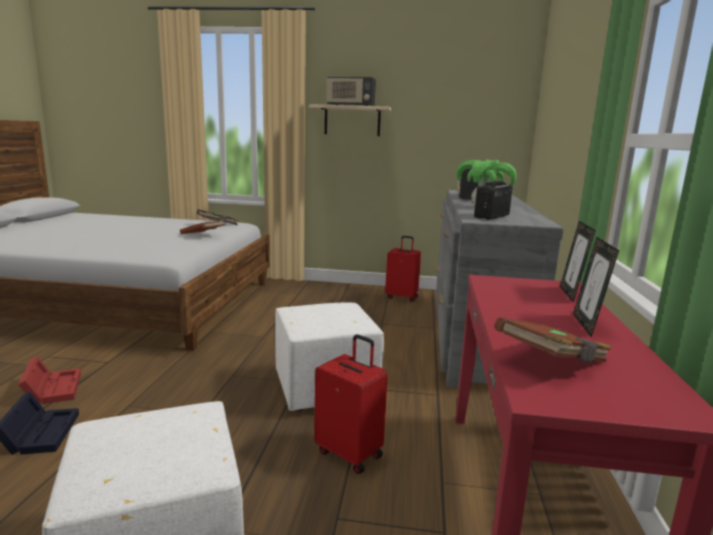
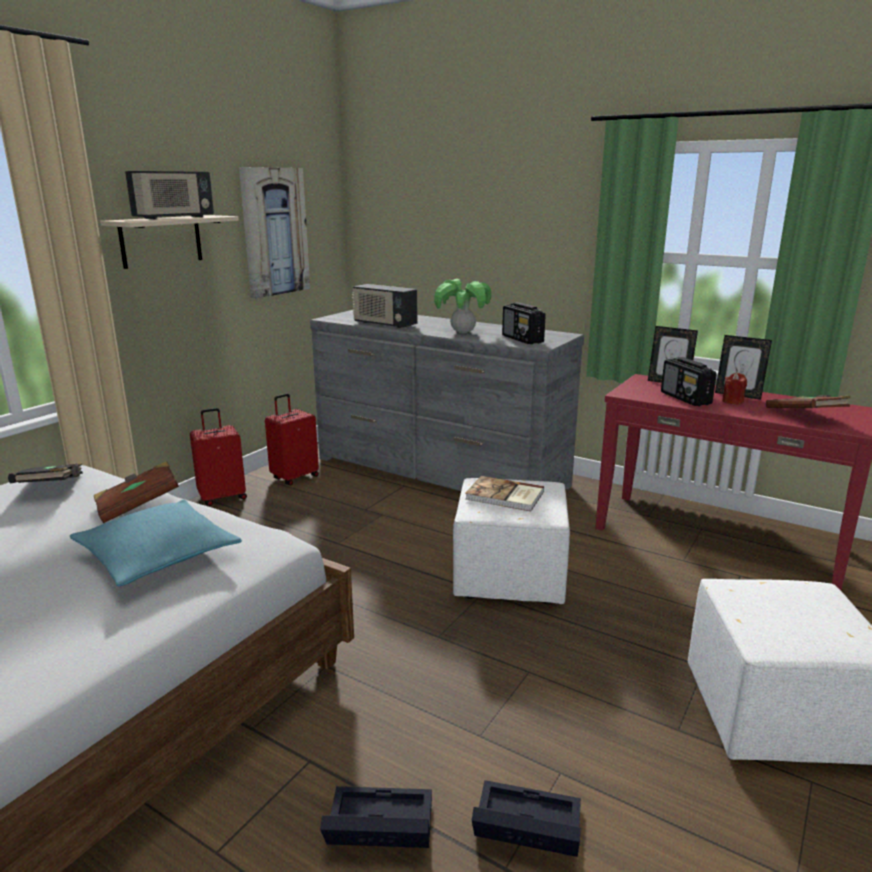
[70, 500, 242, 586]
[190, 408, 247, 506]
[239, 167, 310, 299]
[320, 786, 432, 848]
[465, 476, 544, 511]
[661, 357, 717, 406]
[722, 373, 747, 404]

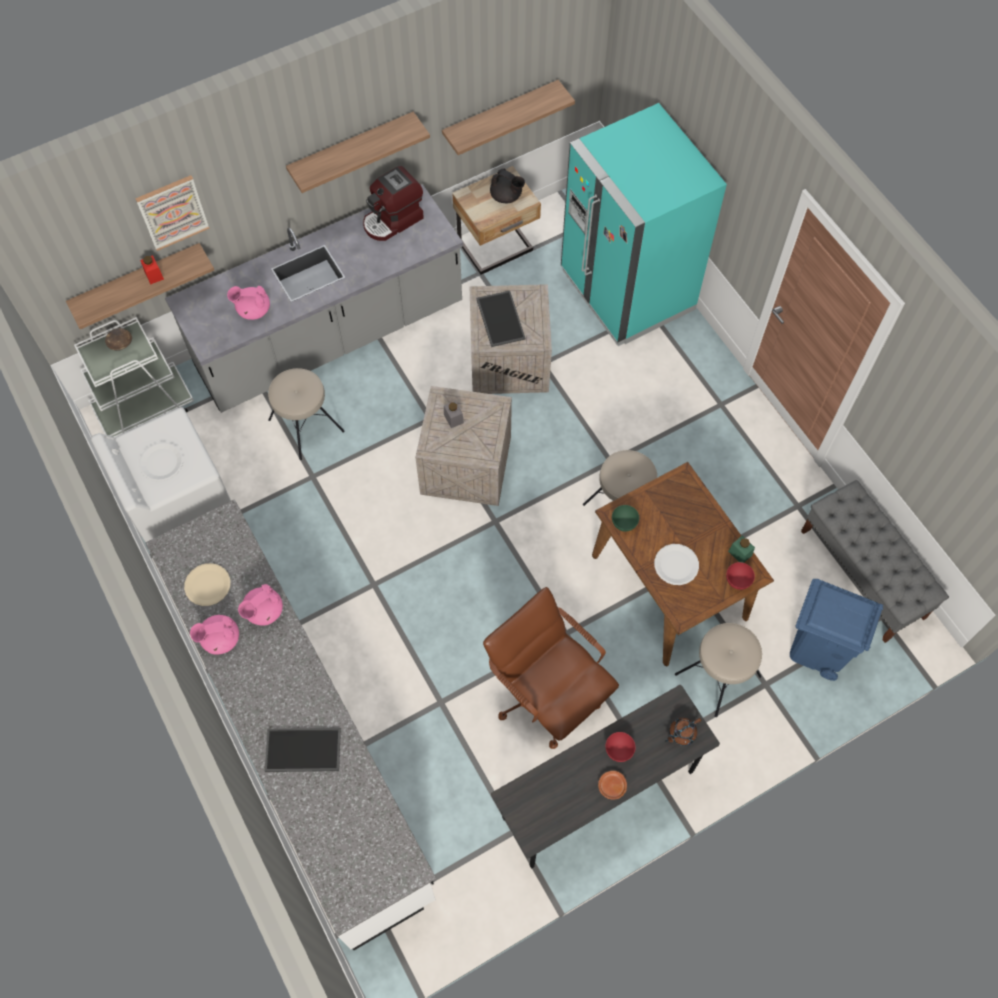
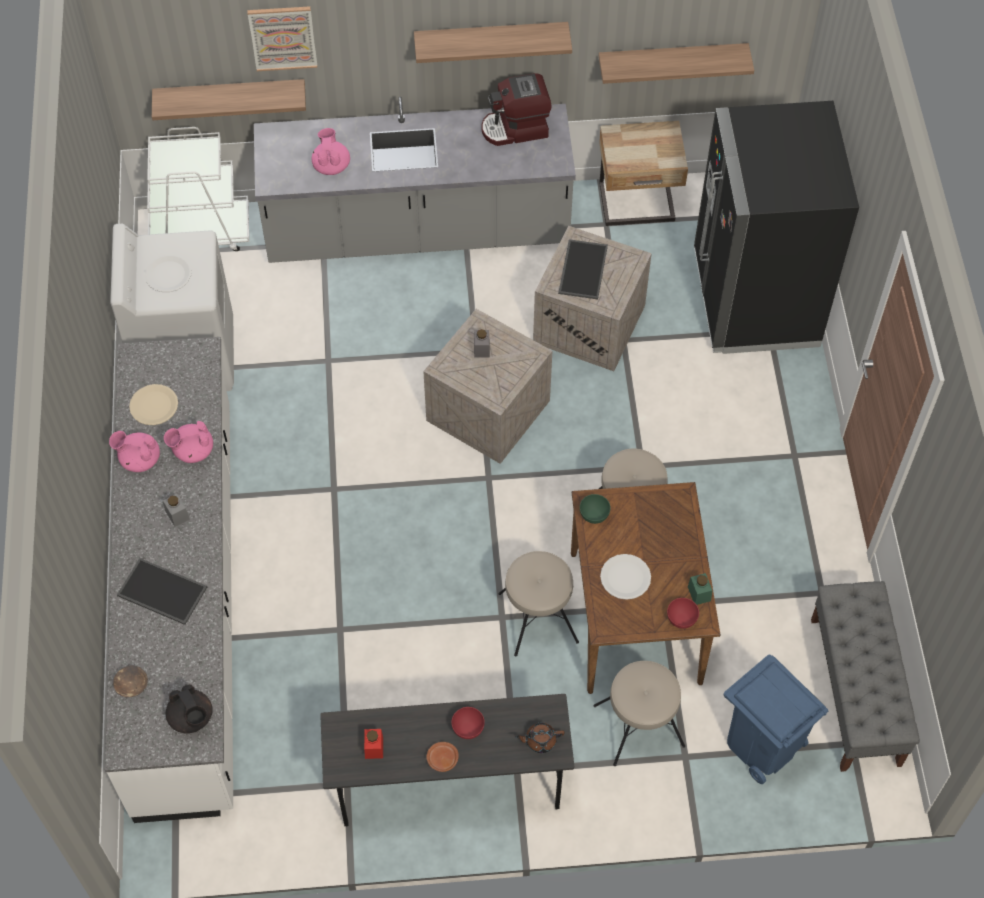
[113, 665, 148, 697]
[163, 494, 190, 527]
[166, 684, 213, 734]
[312, 128, 350, 175]
[364, 729, 383, 759]
[498, 551, 579, 657]
[694, 101, 859, 354]
[483, 587, 619, 749] (first image)

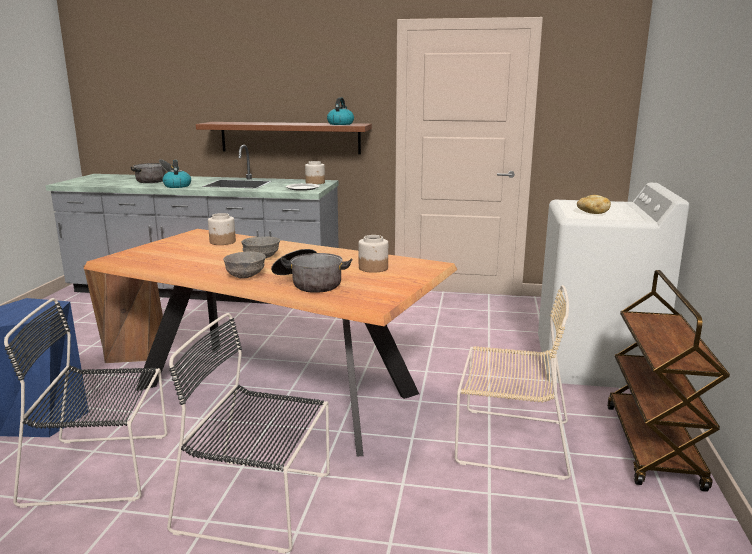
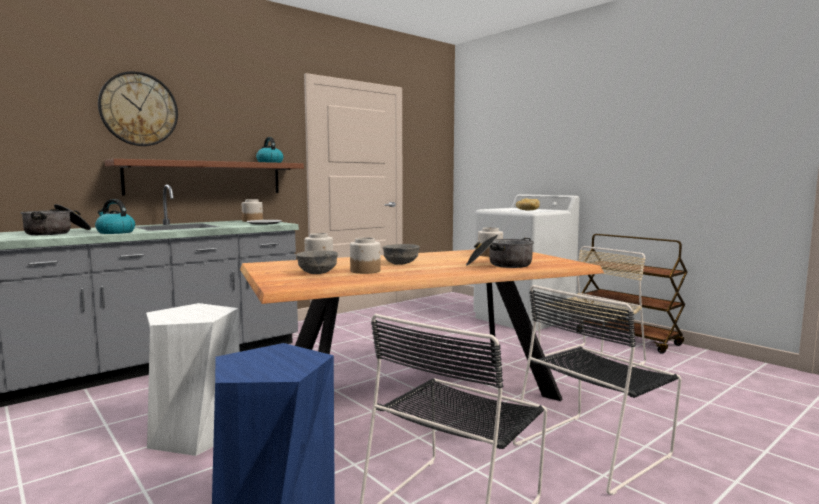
[98, 71, 178, 146]
[146, 303, 240, 456]
[296, 251, 338, 274]
[350, 237, 381, 274]

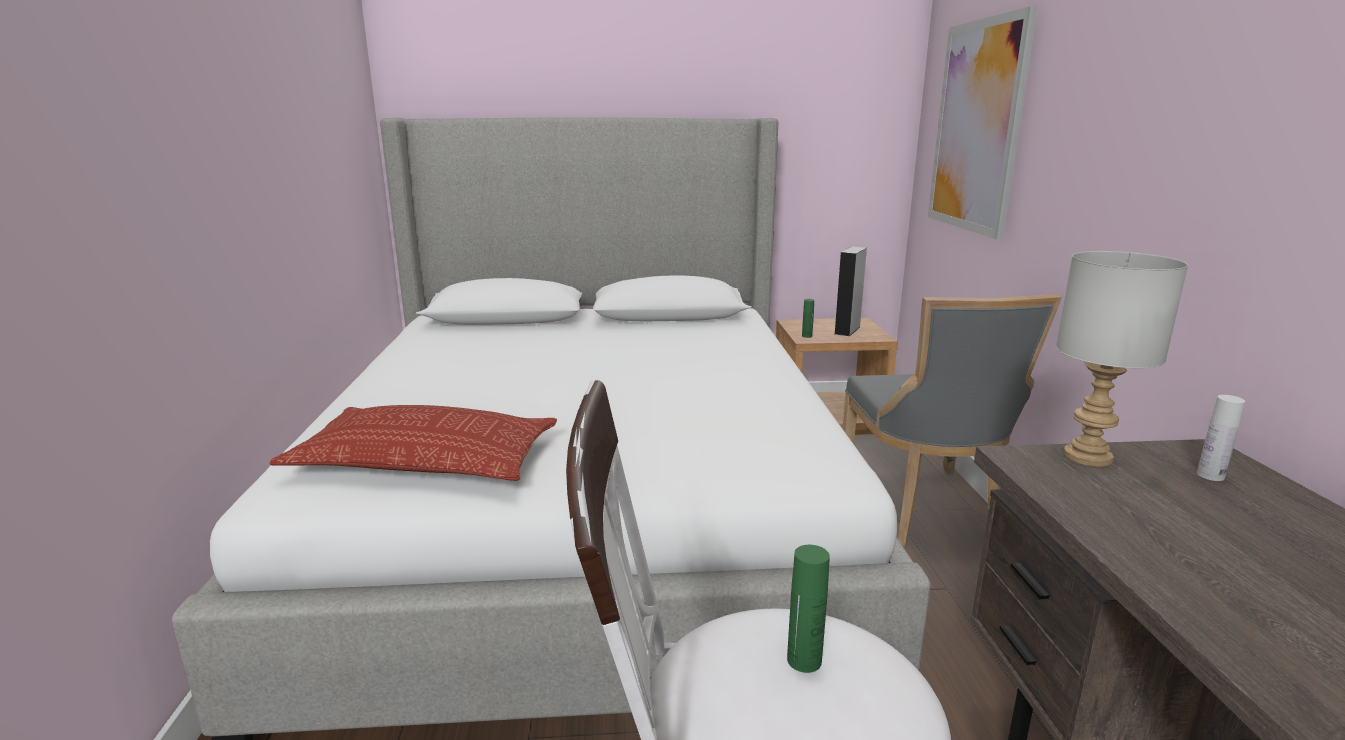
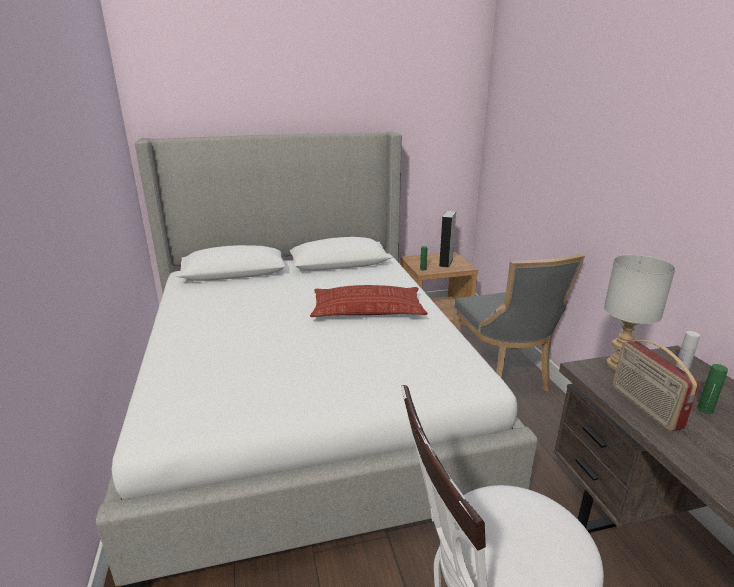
[310, 285, 428, 317]
[613, 340, 699, 431]
[697, 364, 728, 414]
[928, 6, 1038, 240] (first image)

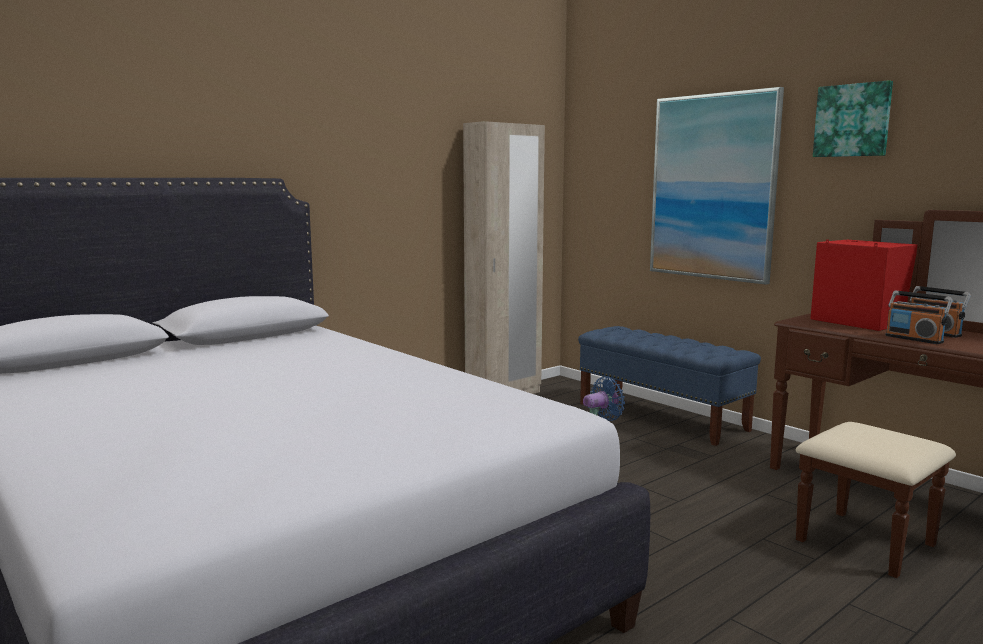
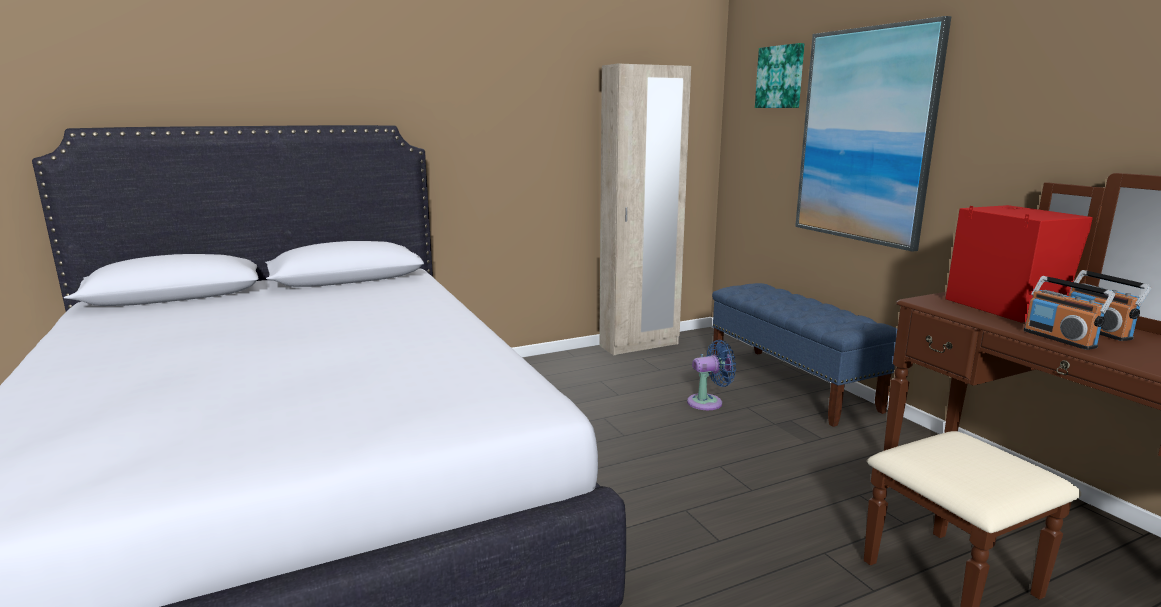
[755, 43, 805, 108]

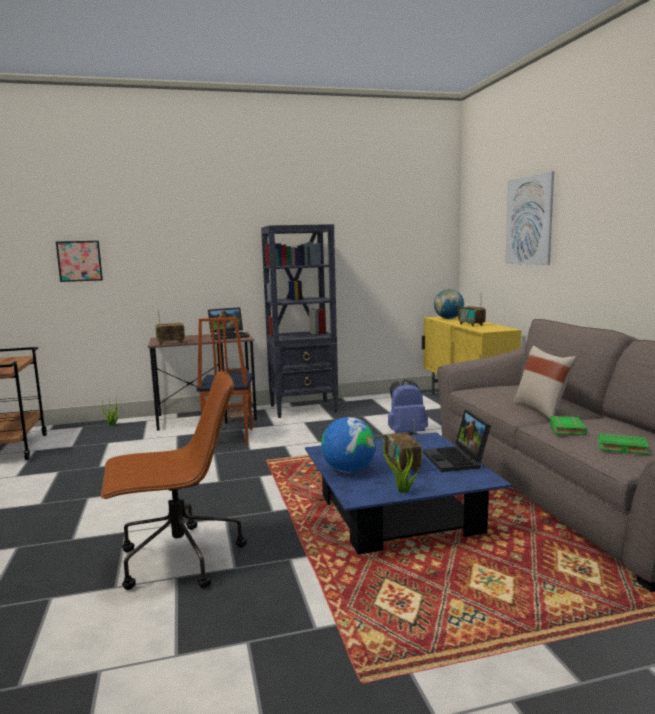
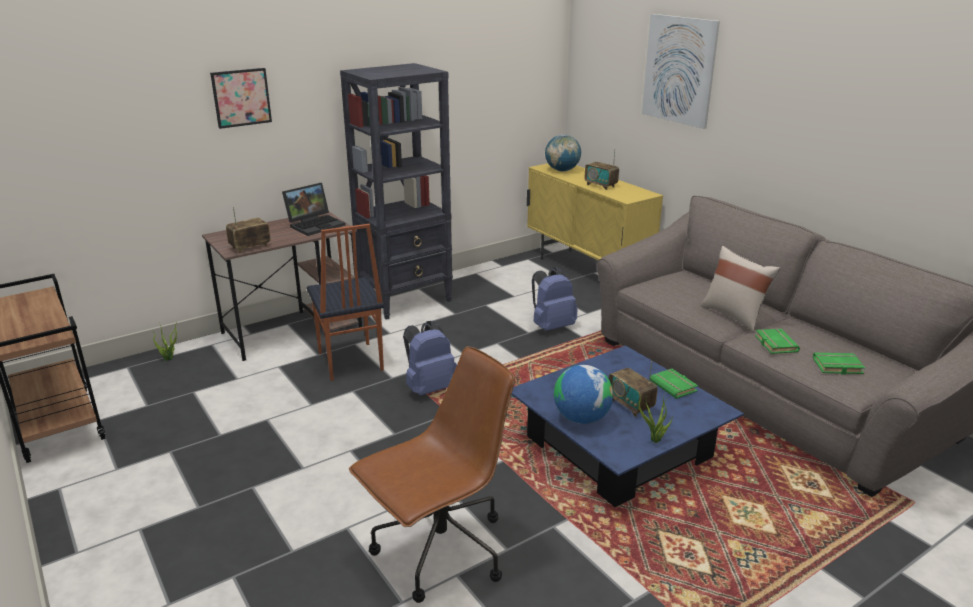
[210, 68, 272, 129]
[403, 321, 457, 396]
[650, 369, 698, 399]

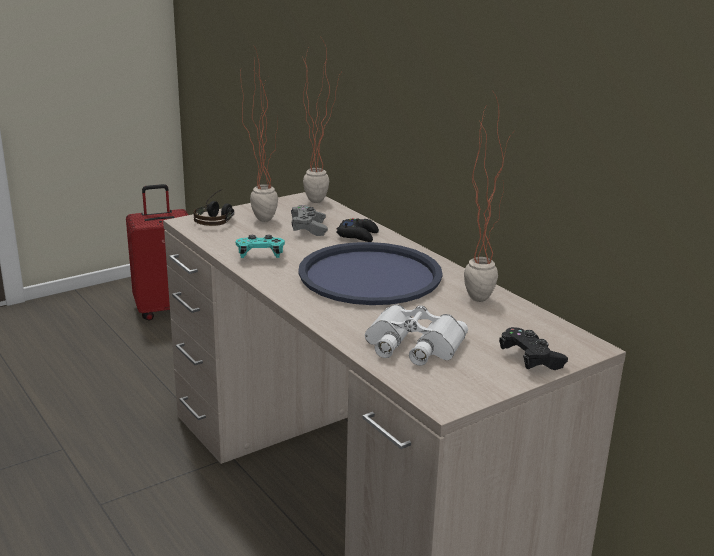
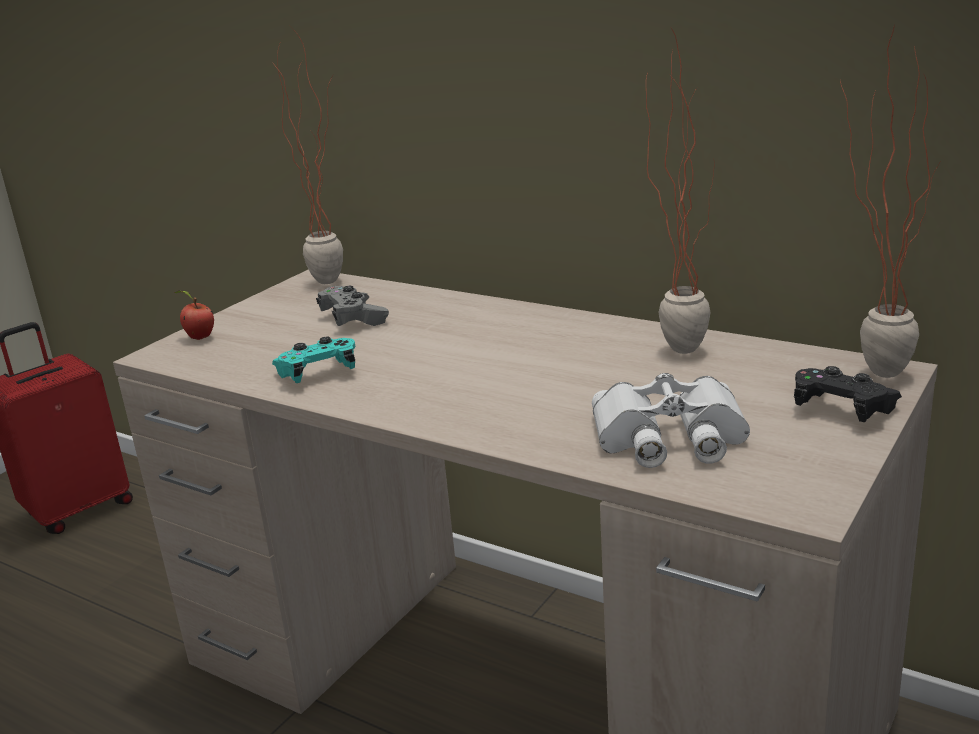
[174, 291, 214, 340]
[840, 23, 940, 378]
[298, 242, 443, 305] (first image)
[336, 218, 379, 242] (first image)

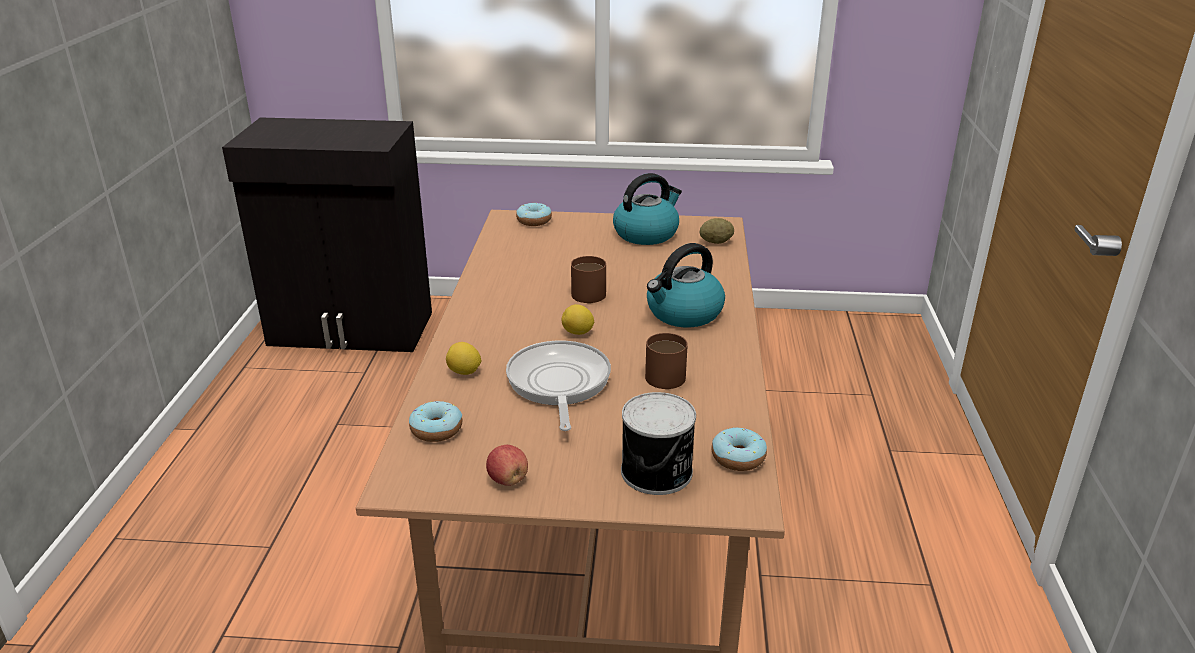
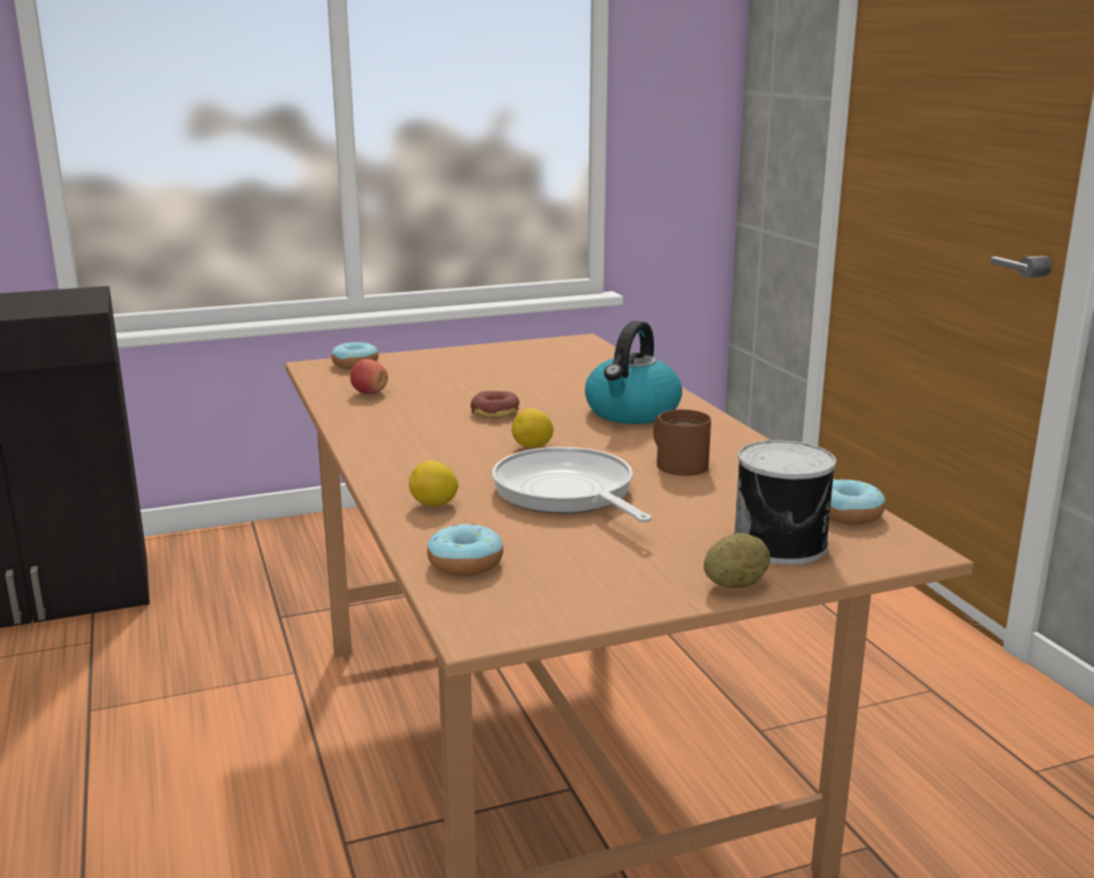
[350, 359, 388, 394]
[470, 391, 519, 418]
[704, 533, 770, 588]
[613, 173, 682, 245] (first image)

